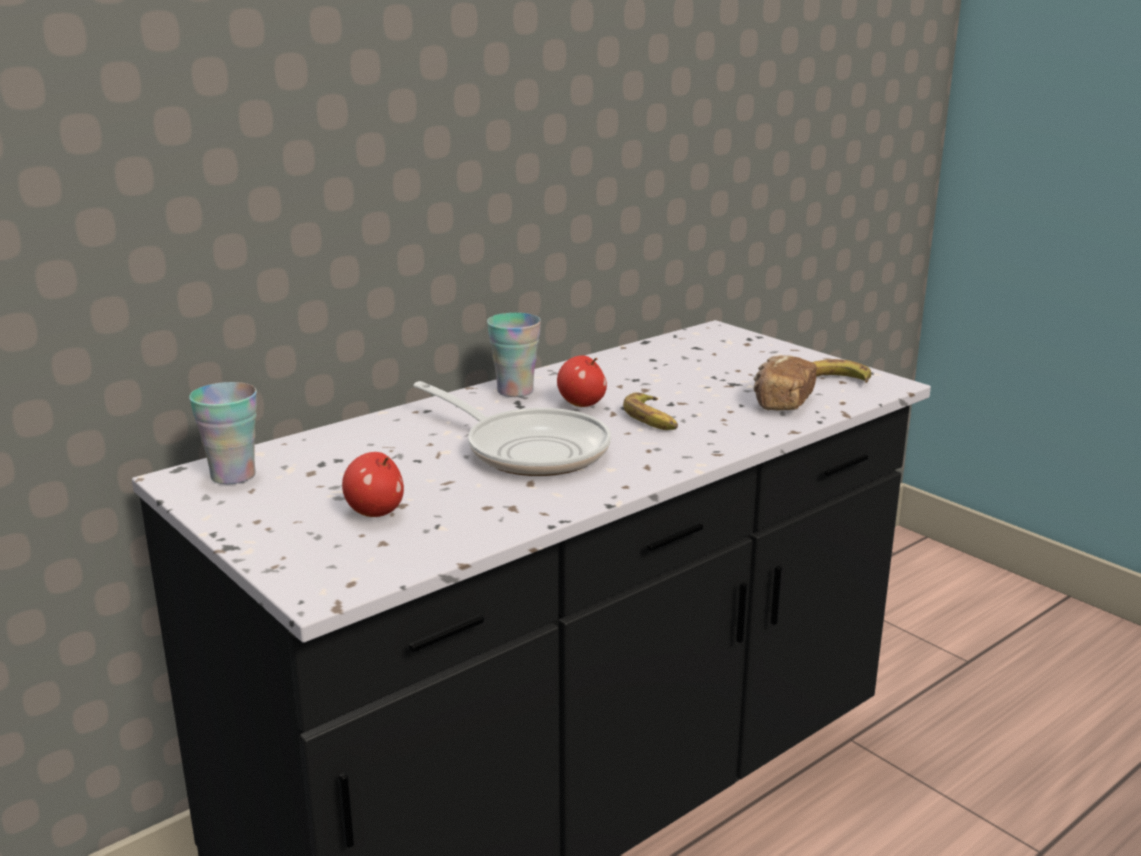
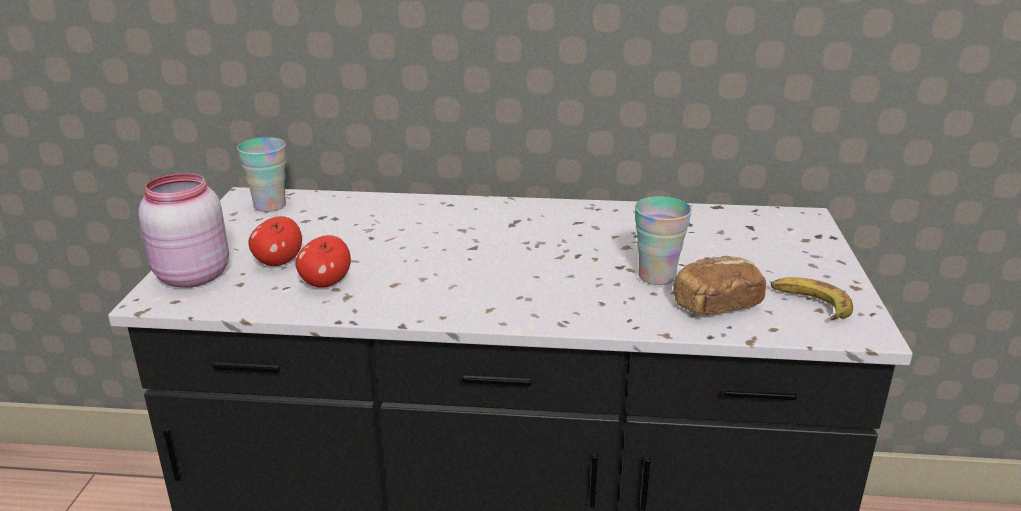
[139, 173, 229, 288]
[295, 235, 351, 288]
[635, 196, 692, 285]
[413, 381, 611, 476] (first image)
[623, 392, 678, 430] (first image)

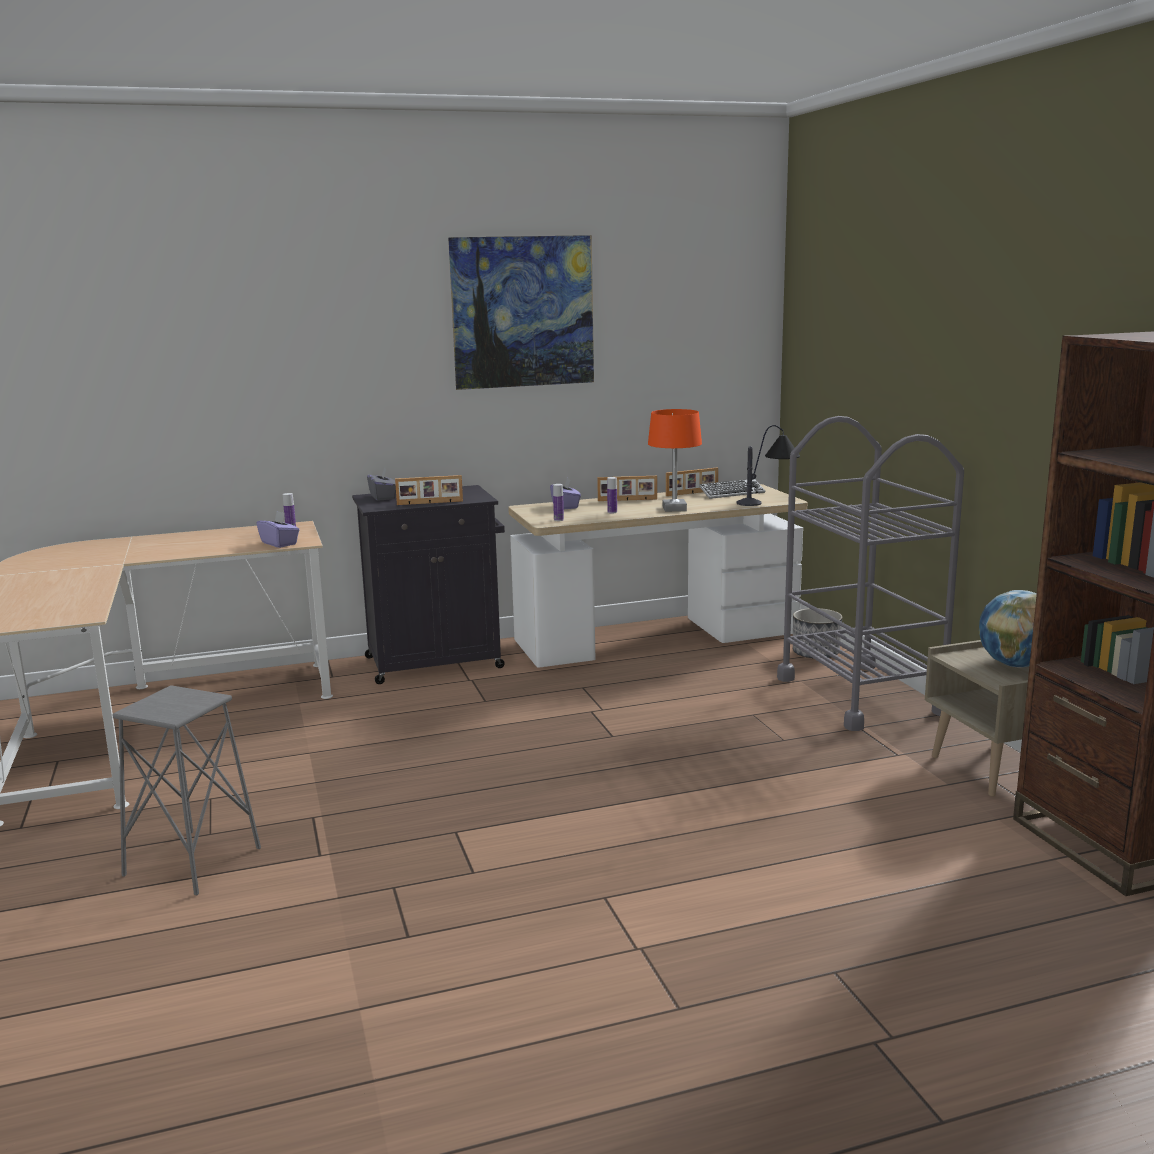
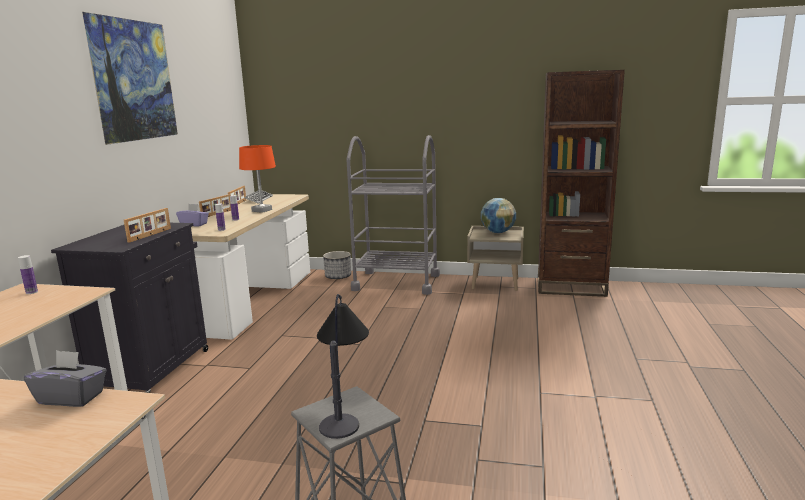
[24, 350, 107, 407]
[317, 294, 369, 439]
[256, 511, 300, 548] (first image)

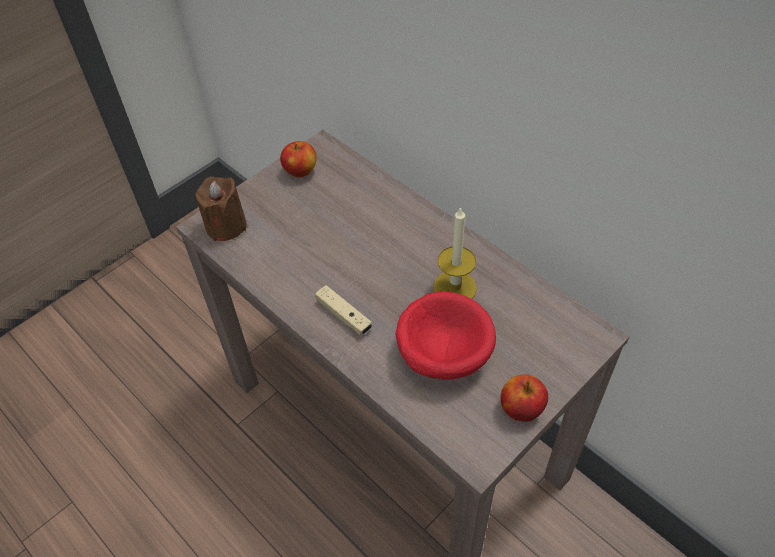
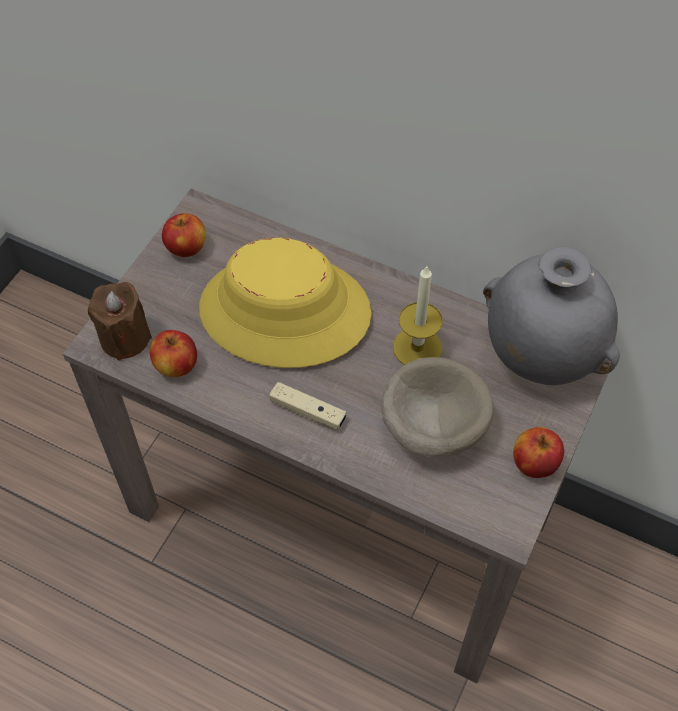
[150, 330, 197, 377]
[199, 238, 372, 368]
[381, 357, 494, 458]
[483, 246, 620, 385]

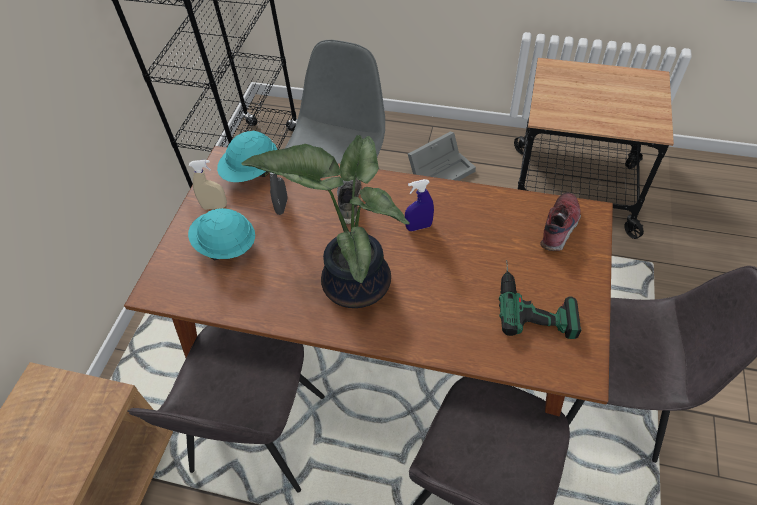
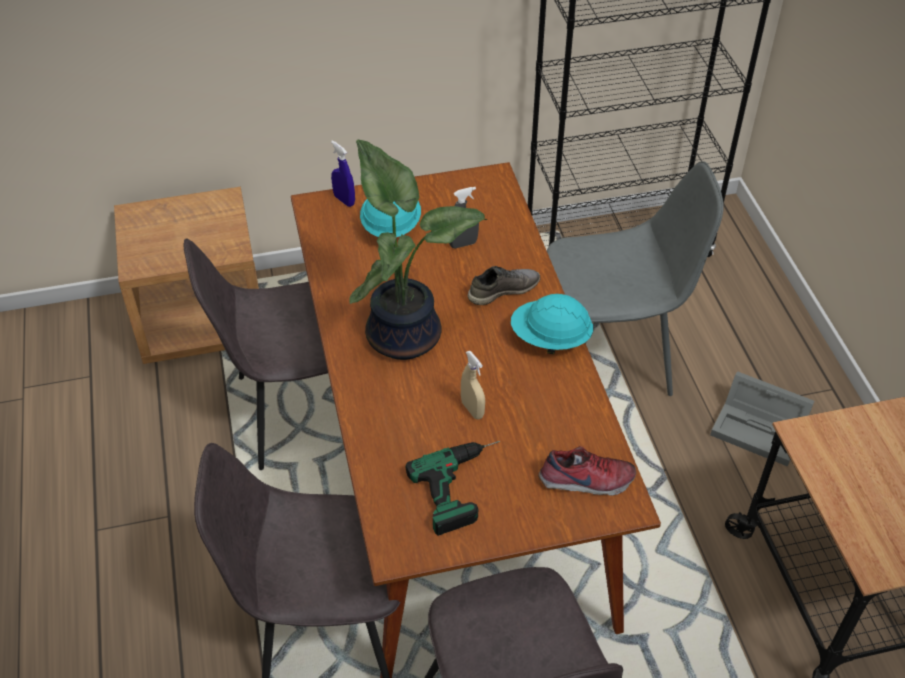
[331, 140, 355, 207]
[461, 351, 485, 419]
[511, 294, 593, 354]

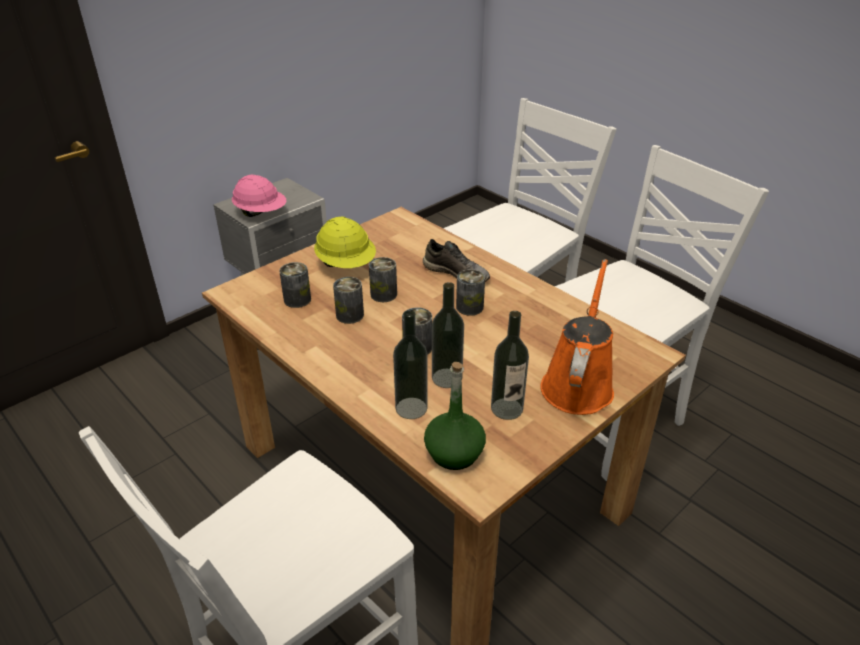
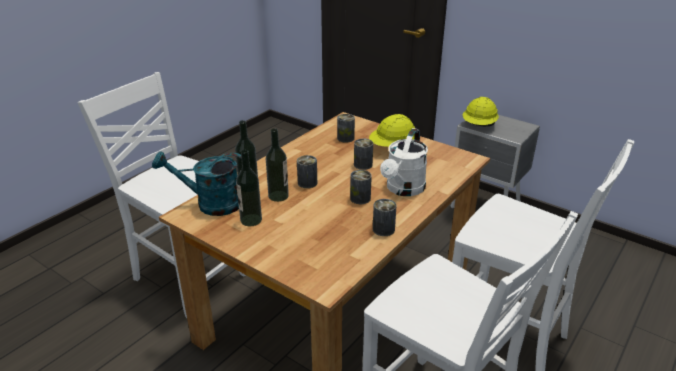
[152, 151, 241, 216]
[373, 199, 397, 236]
[380, 128, 428, 196]
[463, 97, 499, 126]
[540, 259, 614, 415] (first image)

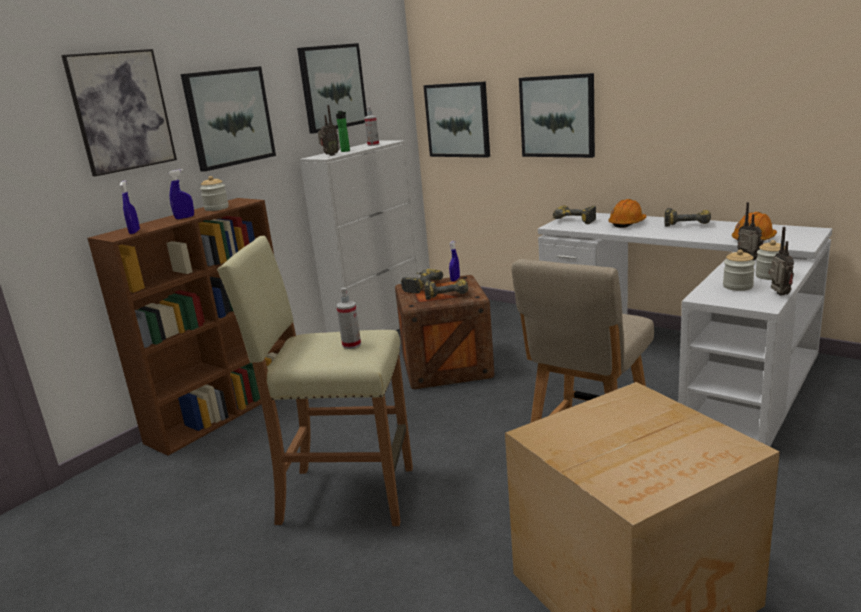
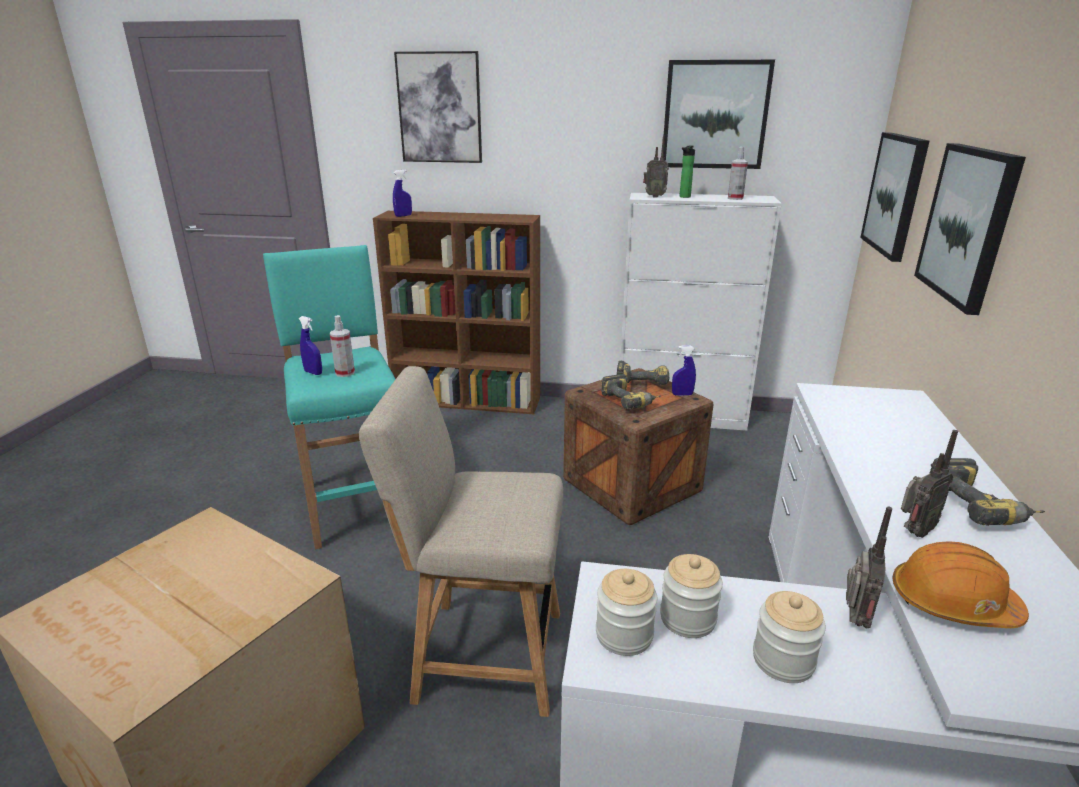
[263, 245, 395, 549]
[299, 316, 322, 375]
[596, 569, 657, 656]
[901, 430, 958, 538]
[181, 66, 276, 172] (first image)
[552, 206, 596, 224] (first image)
[608, 199, 647, 228] (first image)

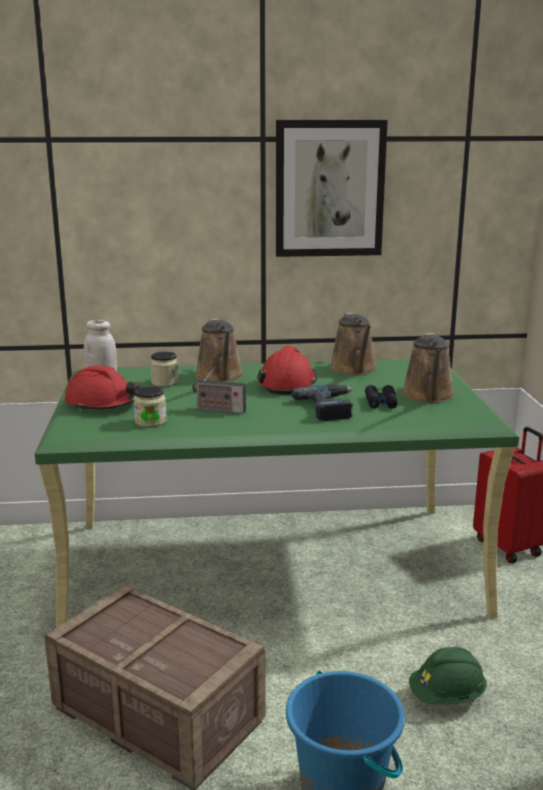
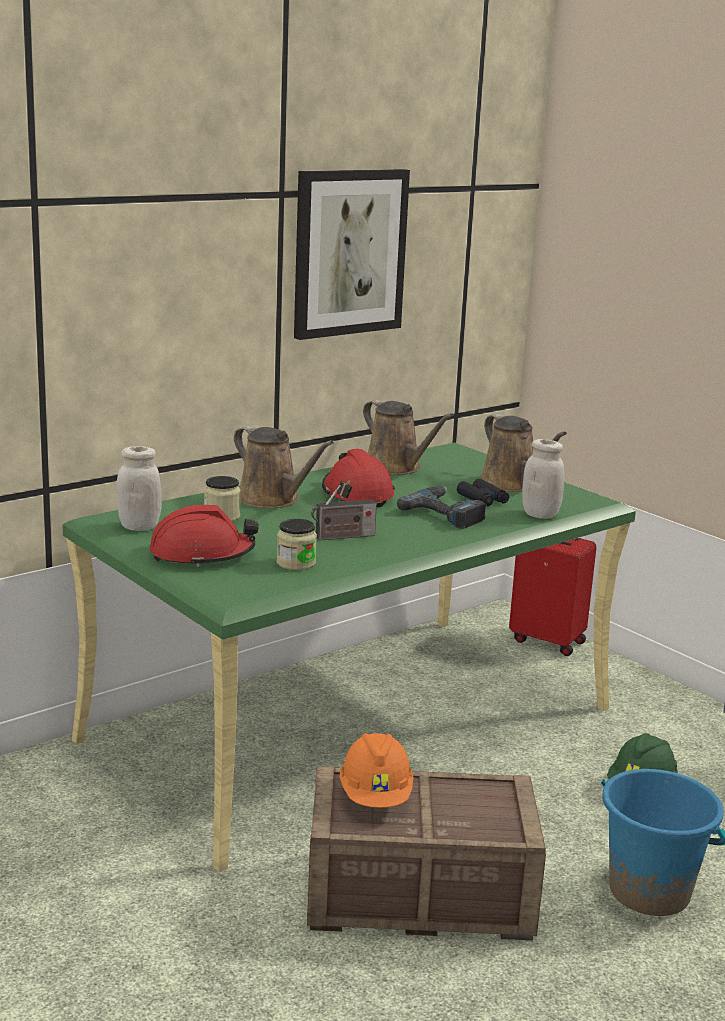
[339, 733, 413, 808]
[522, 439, 565, 519]

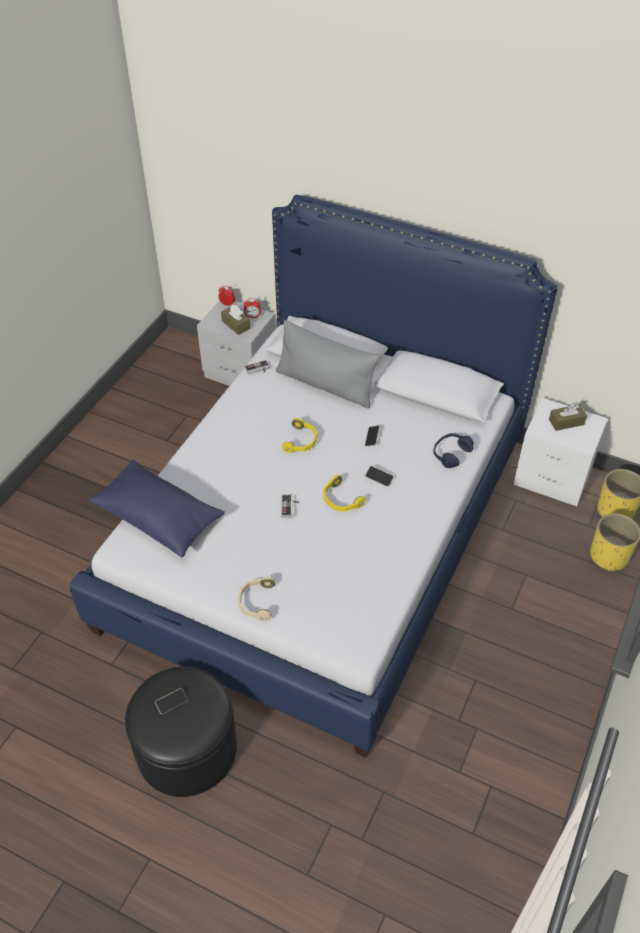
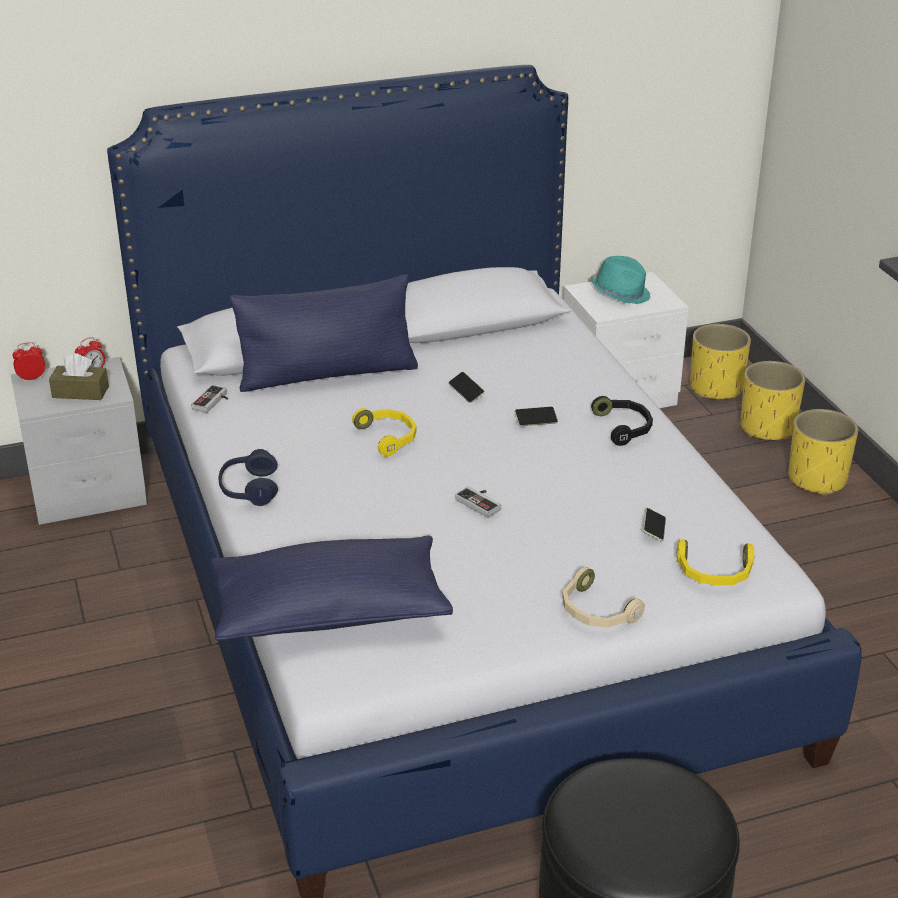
[219, 449, 278, 506]
[229, 274, 418, 392]
[590, 256, 651, 304]
[591, 396, 653, 446]
[643, 508, 666, 541]
[677, 539, 755, 585]
[789, 409, 858, 496]

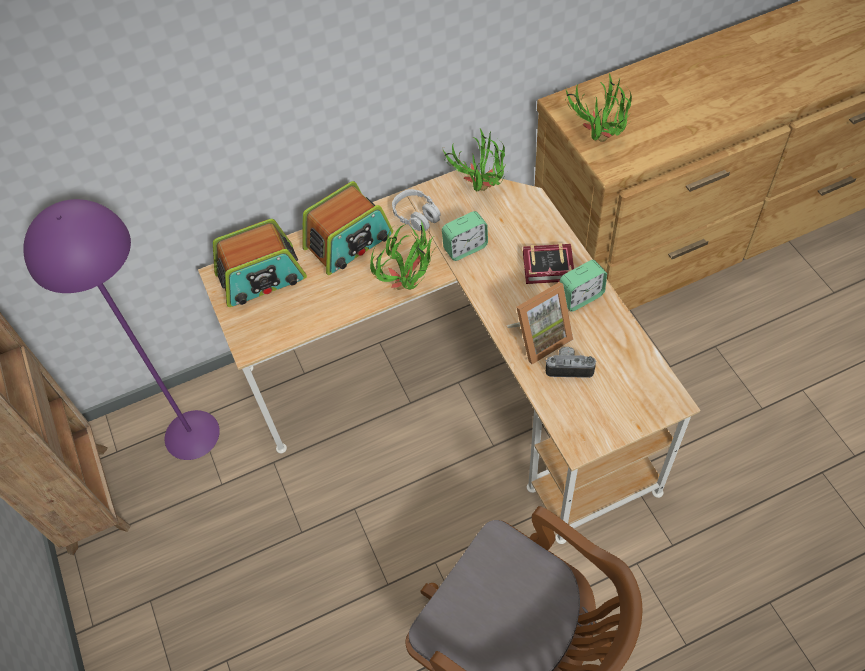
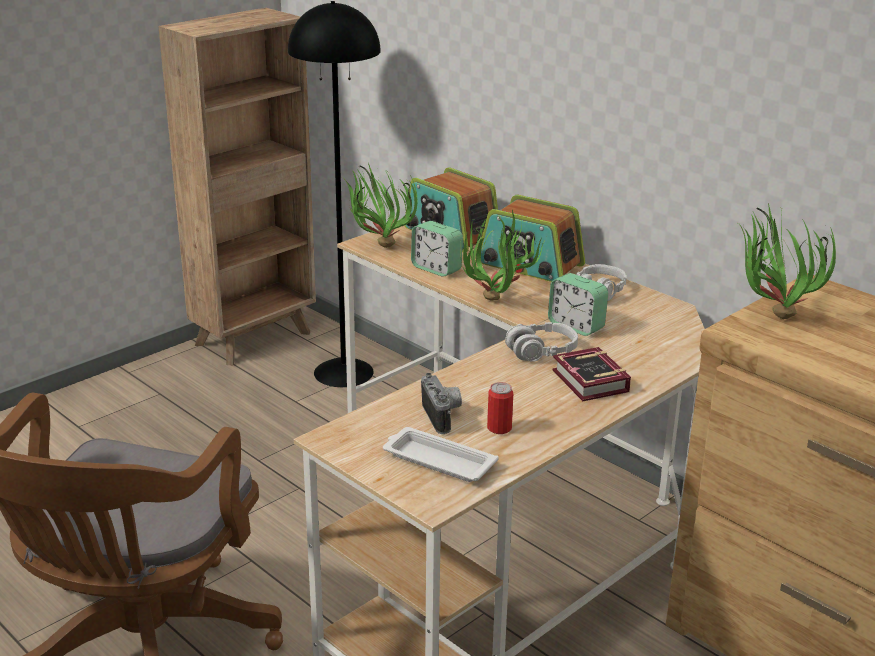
[288, 1, 381, 387]
[342, 163, 417, 248]
[383, 427, 498, 482]
[411, 221, 463, 277]
[487, 382, 513, 434]
[505, 322, 578, 362]
[506, 282, 573, 364] (first image)

